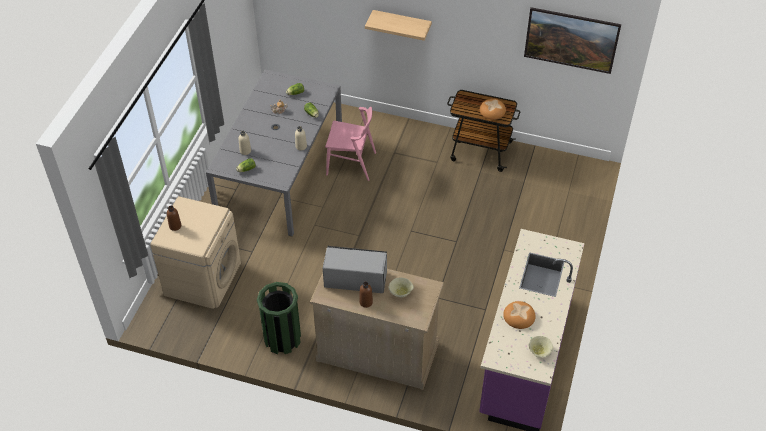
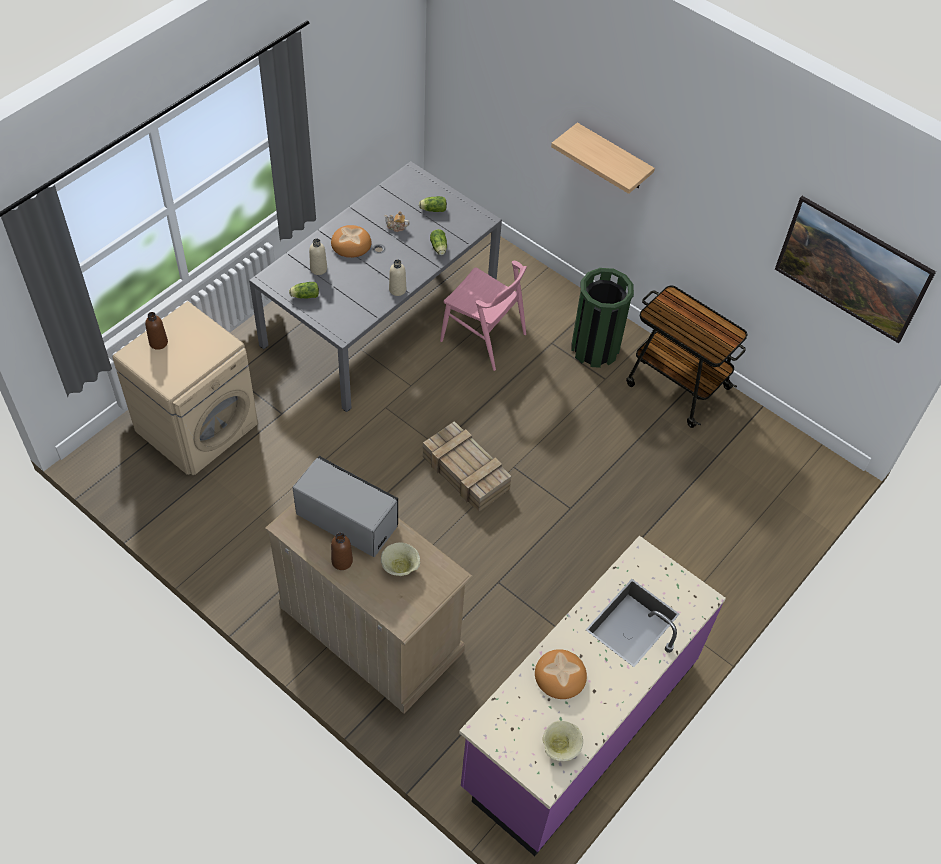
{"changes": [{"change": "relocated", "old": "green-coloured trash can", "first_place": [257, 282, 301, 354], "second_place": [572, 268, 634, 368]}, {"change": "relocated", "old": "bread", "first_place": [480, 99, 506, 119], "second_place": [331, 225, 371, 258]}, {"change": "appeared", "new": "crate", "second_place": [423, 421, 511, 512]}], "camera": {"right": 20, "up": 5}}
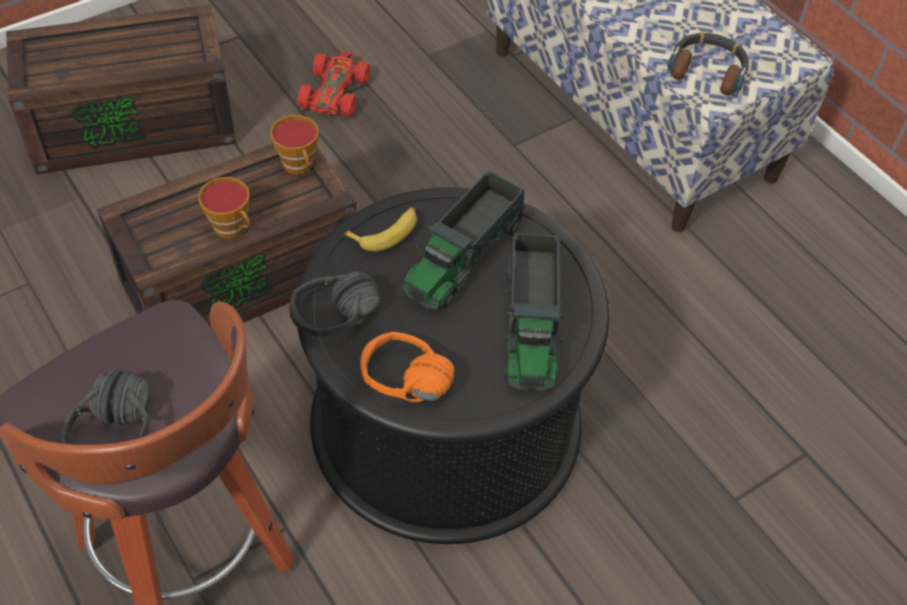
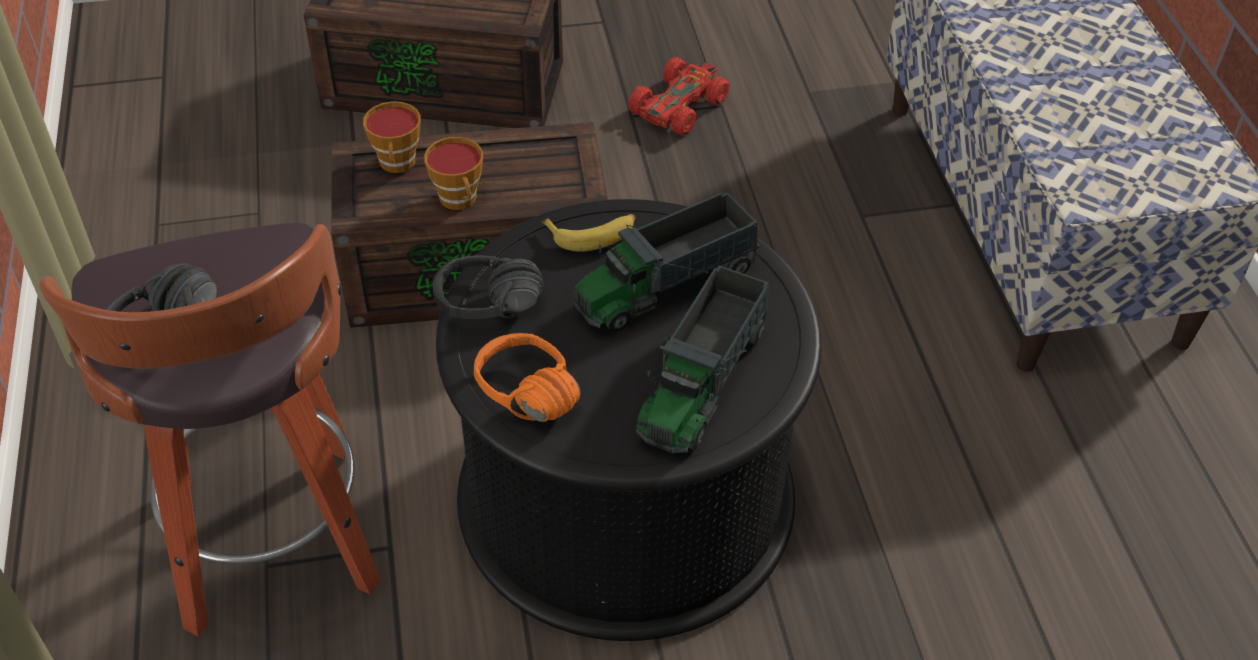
{"changes": [{"change": "relocated", "old": "small cup", "first_place": [270, 115, 319, 174], "second_place": [363, 101, 421, 173]}, {"change": "missing", "old": "headphones", "first_place": [667, 32, 749, 95]}], "camera": {"right": 25, "up": -5}}
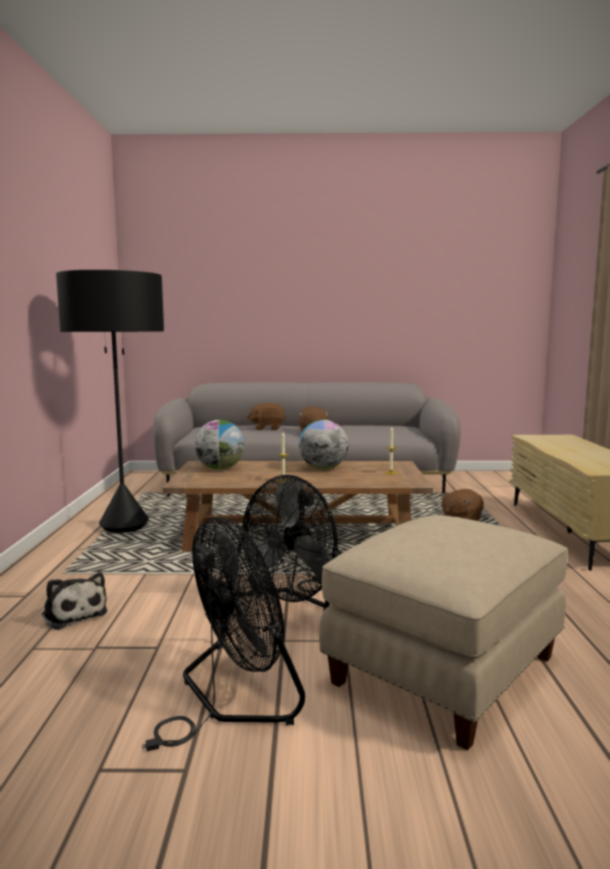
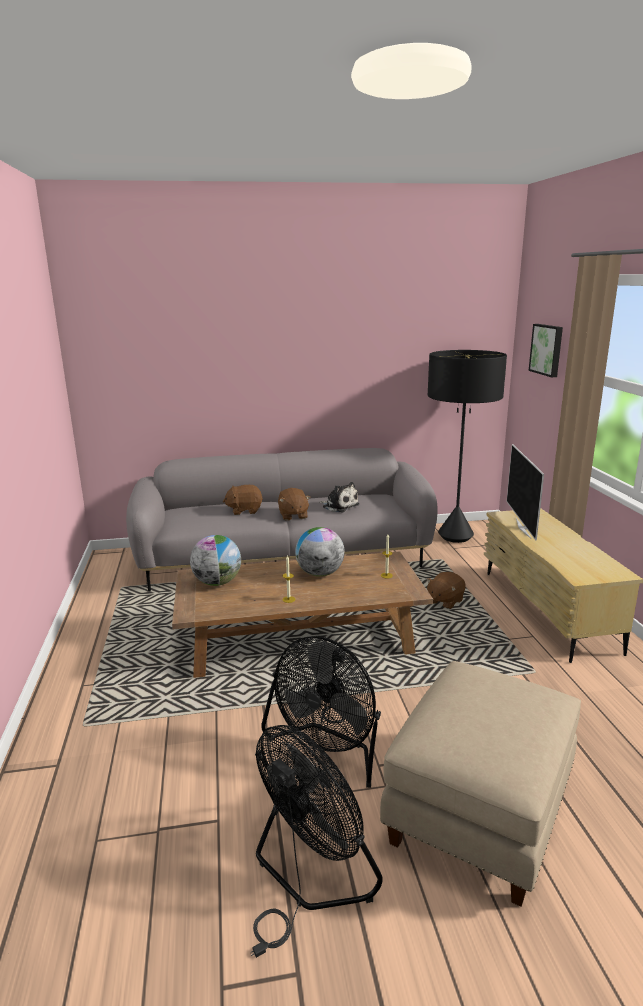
{"changes": [{"change": "relocated", "old": "soft toy", "first_place": [42, 572, 108, 630], "second_place": [319, 482, 359, 513]}, {"change": "relocated", "old": "blackish standing lamp", "first_place": [56, 270, 164, 533], "second_place": [428, 350, 507, 543]}, {"change": "appeared", "new": "television", "second_place": [507, 444, 544, 541]}, {"change": "appeared", "new": "wall art", "second_place": [529, 324, 563, 377]}], "camera": {"right": -10, "up": 10}}
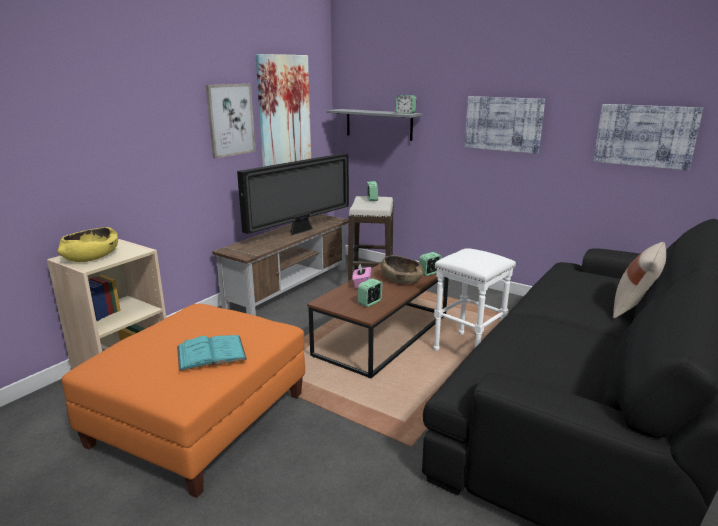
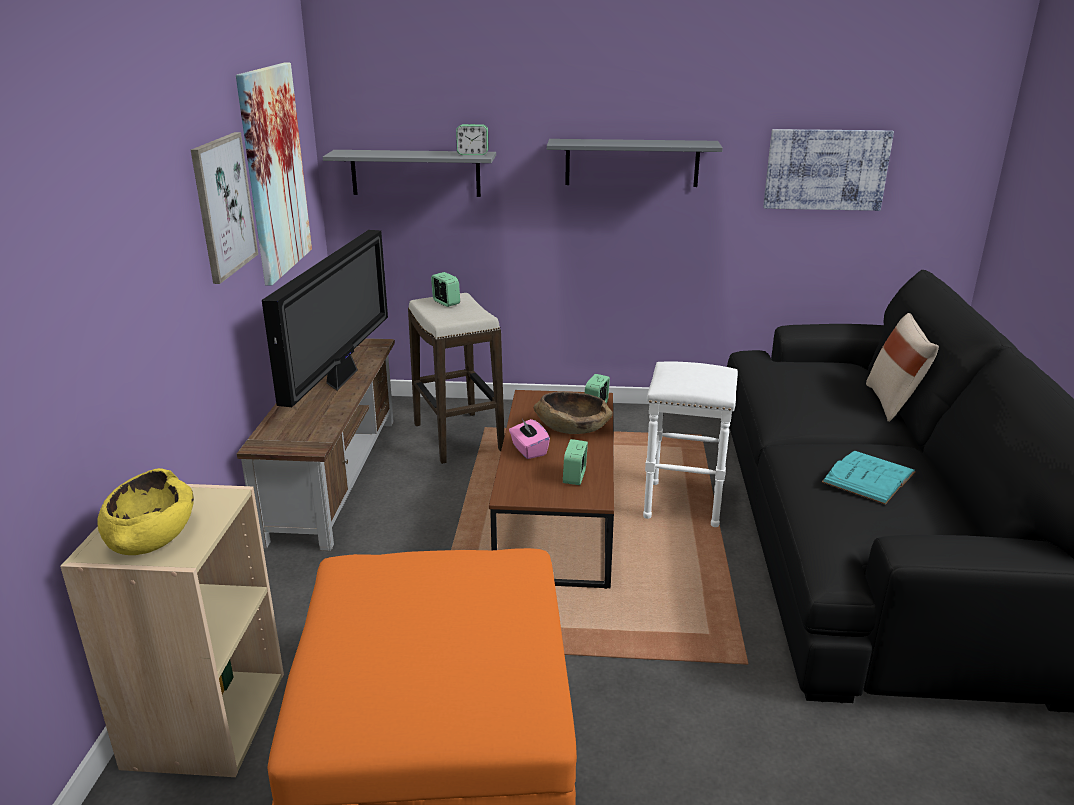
{"changes": [{"change": "relocated", "old": "turquoise-coloured bound book", "first_place": [177, 335, 247, 371], "second_place": [822, 451, 916, 505]}, {"change": "exchanged", "old": "wall art", "new": "gray bracket shelf", "first_place": [465, 96, 545, 154], "second_place": [547, 139, 723, 187]}], "camera": {"right": -30, "up": 5}}
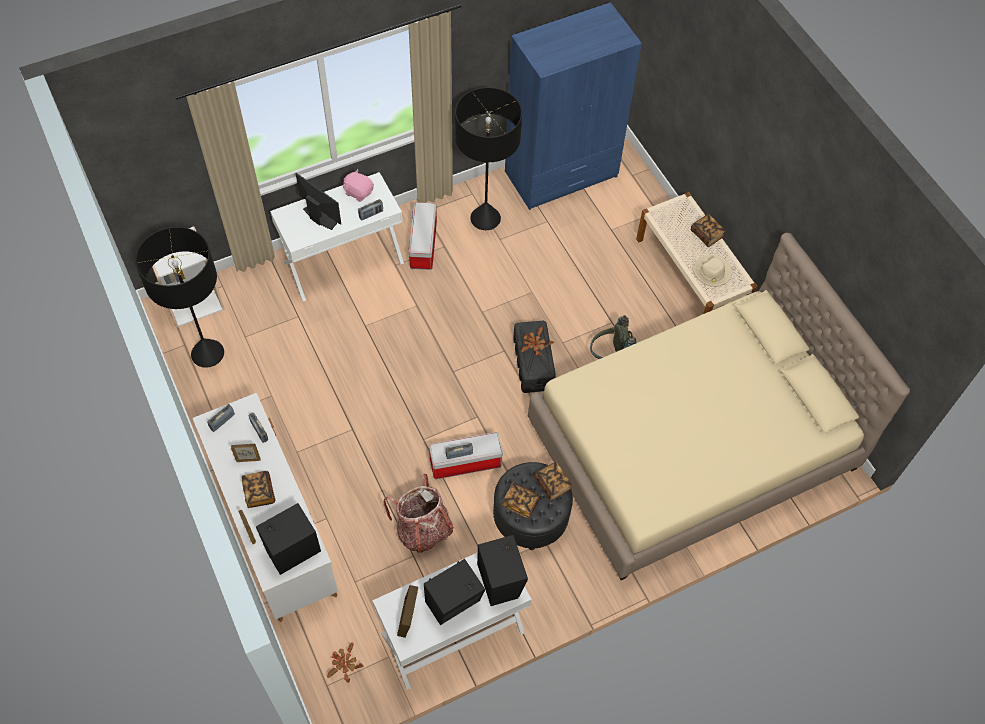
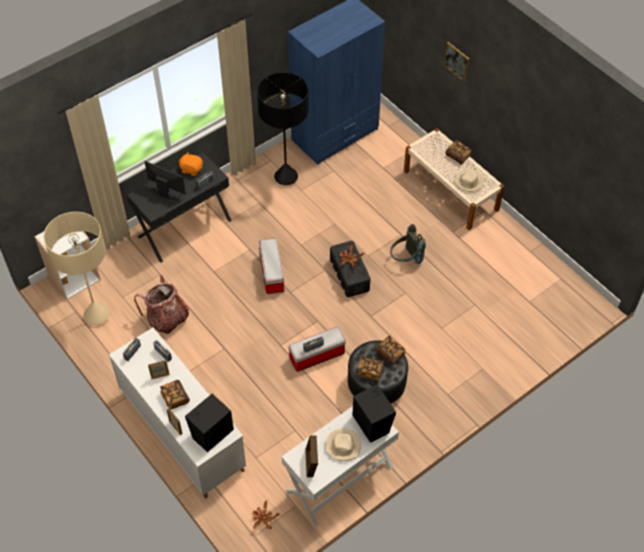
{"changes": [{"change": "colour", "old": "blackish standing lamp", "new": "beige-coloured standing lamp", "first_place": [135, 227, 224, 368], "second_place": [44, 212, 110, 325]}, {"change": "colour", "old": "white-coloured desk", "new": "blackish desk", "first_place": [270, 172, 404, 301], "second_place": [127, 152, 232, 263]}, {"change": "colour", "old": "pink soft toy", "new": "orange soft toy", "first_place": [343, 169, 374, 202], "second_place": [178, 152, 203, 176]}, {"change": "relocated", "old": "knapsack", "first_place": [383, 474, 453, 553], "second_place": [134, 275, 189, 334]}, {"change": "relocated", "old": "storage box", "first_place": [409, 202, 437, 270], "second_place": [259, 238, 284, 294]}, {"change": "exchanged", "old": "blackish loudspeaker", "new": "beige-coloured wearable hat", "first_place": [424, 559, 485, 625], "second_place": [325, 428, 361, 461]}, {"change": "missing", "old": "beige-coloured sleeping bed", "first_place": [528, 233, 910, 580]}, {"change": "appeared", "new": "wall art", "second_place": [444, 42, 469, 82]}], "camera": {"right": -10, "up": -5}}
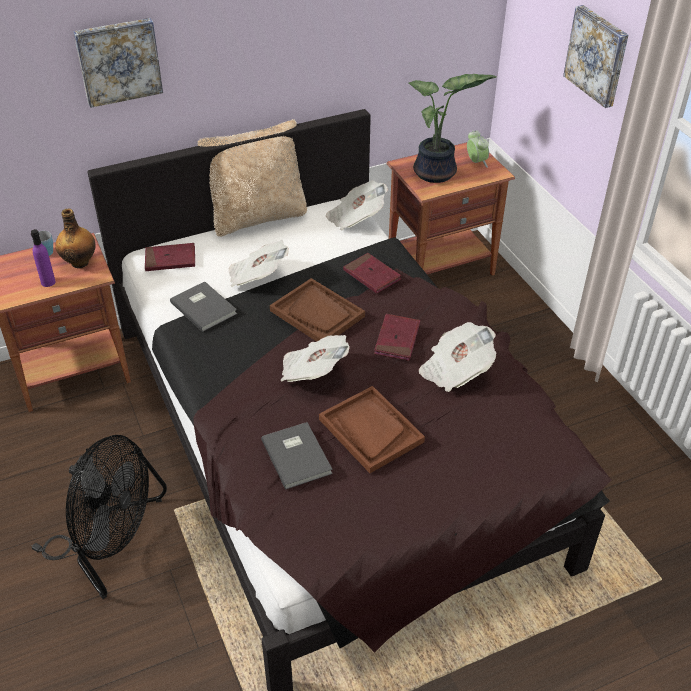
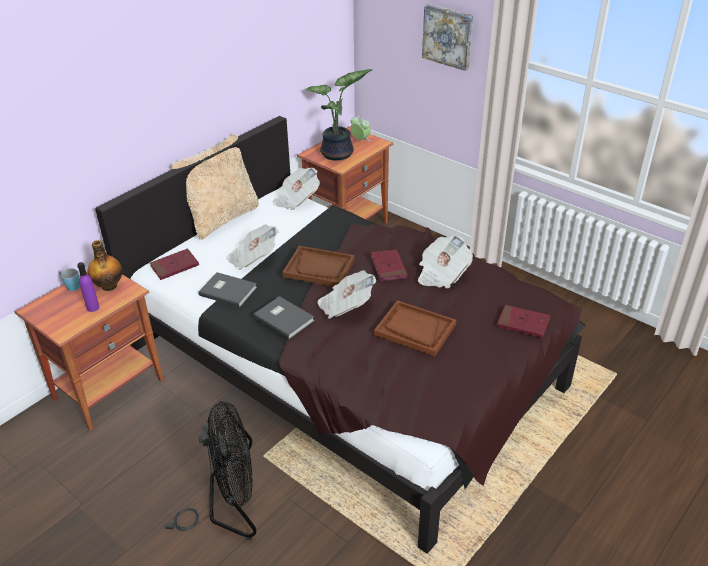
{"changes": [{"change": "missing", "old": "wall art", "first_place": [73, 18, 163, 108]}, {"change": "relocated", "old": "gray bound book", "first_place": [261, 422, 333, 490], "second_place": [253, 296, 315, 339]}, {"change": "relocated", "old": "reddish bound book", "first_place": [343, 253, 401, 294], "second_place": [497, 305, 550, 338]}], "camera": {"right": -25, "up": -5}}
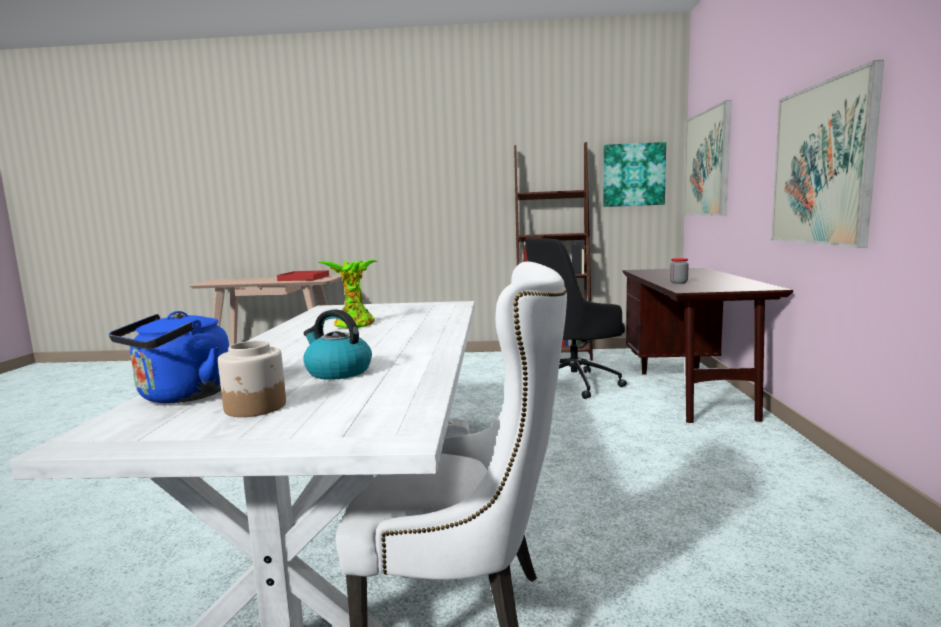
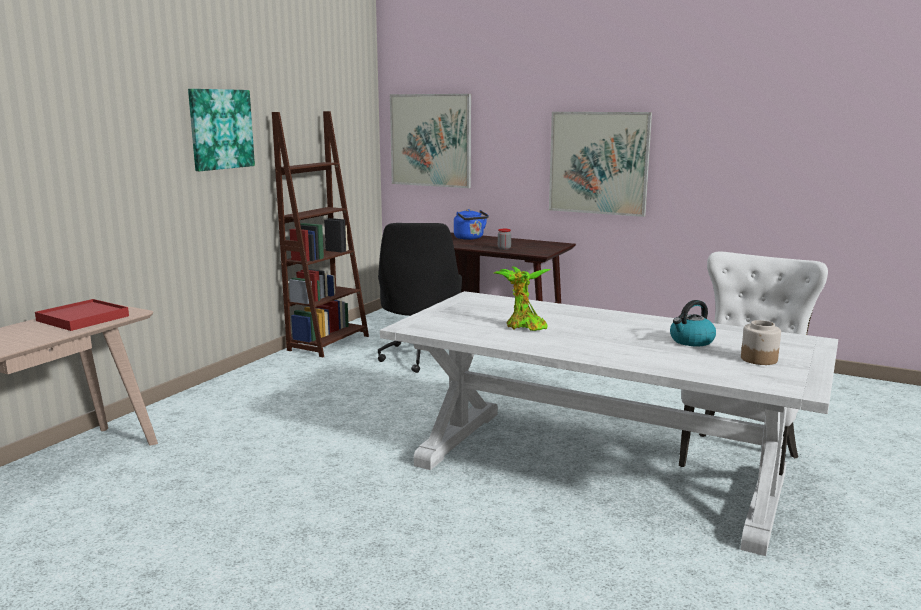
{"changes": [{"change": "relocated", "old": "blue-coloured tea kettle", "first_place": [109, 311, 229, 403], "second_place": [454, 209, 489, 240]}, {"change": "relocated", "old": "wall art", "first_place": [603, 142, 666, 207], "second_place": [188, 89, 255, 171]}], "camera": {"right": -65, "up": 5}}
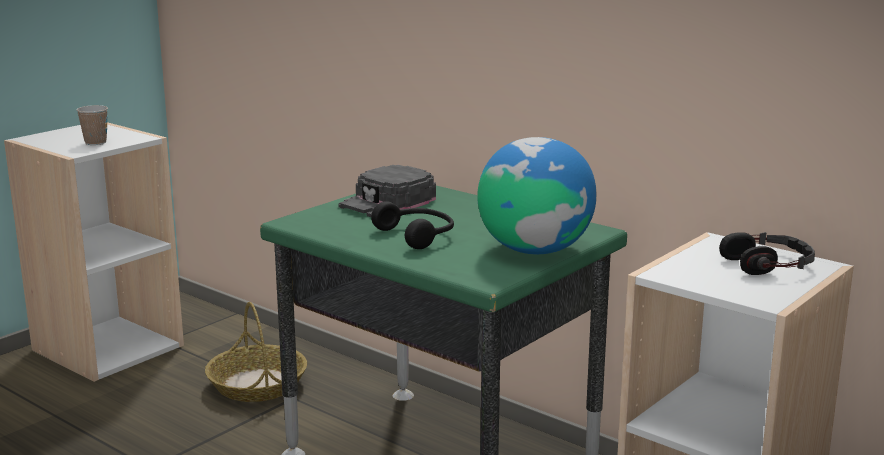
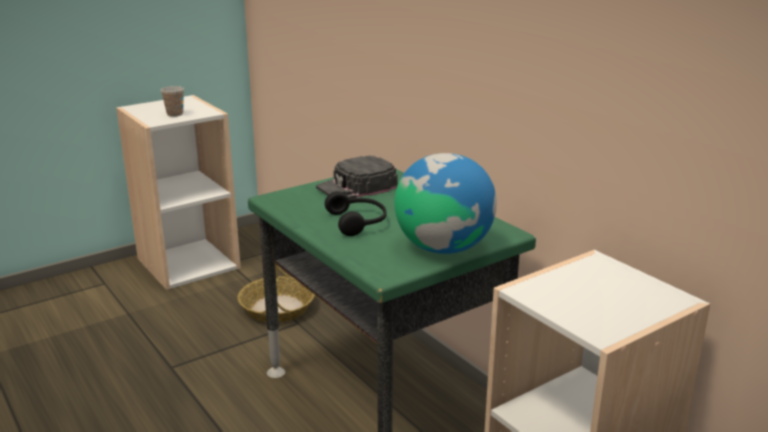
{"changes": [{"change": "missing", "old": "headphones", "first_place": [719, 232, 815, 275]}], "camera": {"right": 15, "up": 5}}
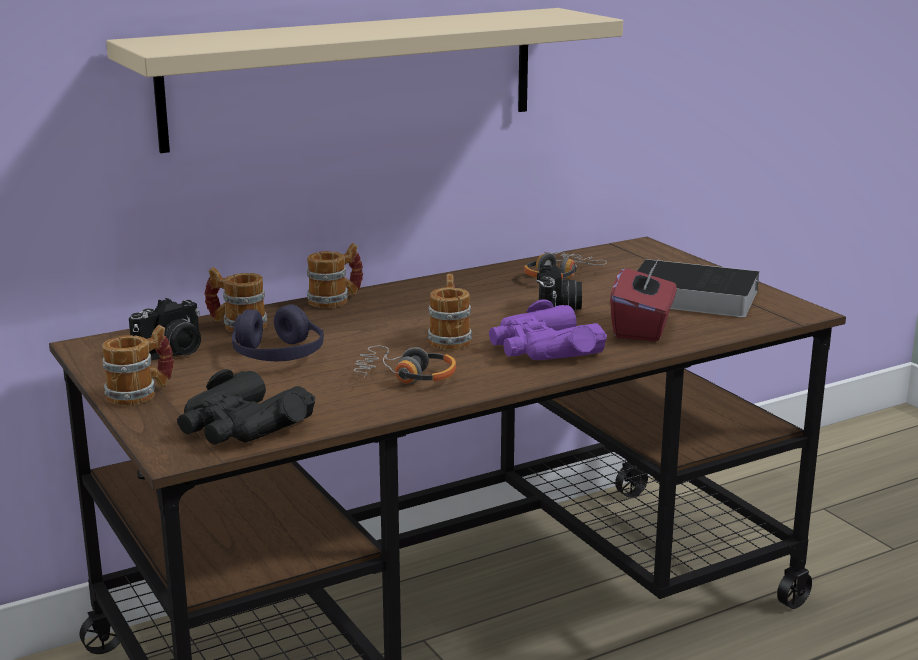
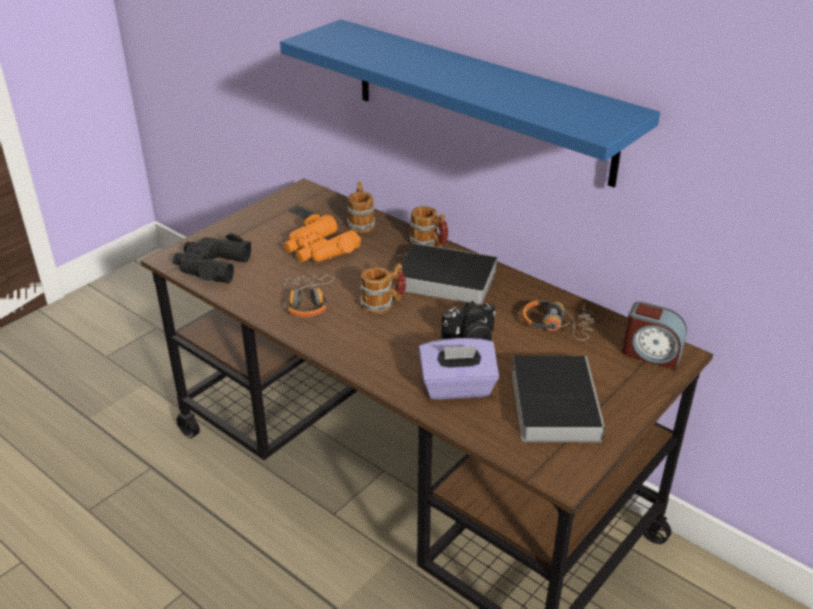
{"changes": [{"change": "missing", "old": "tea mug", "first_place": [102, 325, 174, 406]}, {"change": "colour", "old": "beige-coloured bracket shelf", "new": "blue-coloured bracket shelf", "first_place": [106, 8, 623, 153], "second_place": [280, 19, 660, 187]}, {"change": "missing", "old": "still camera", "first_place": [129, 298, 201, 355]}, {"change": "exchanged", "old": "purple-coloured headphones", "new": "orange binoculars", "first_place": [232, 304, 324, 361], "second_place": [283, 214, 361, 262]}, {"change": "missing", "old": "purple-coloured binoculars", "first_place": [489, 299, 607, 360]}, {"change": "colour", "old": "reddish box of tissues", "new": "purple-coloured box of tissues", "first_place": [610, 259, 677, 341], "second_place": [419, 338, 499, 399]}, {"change": "appeared", "new": "bound book", "second_place": [395, 243, 497, 305]}, {"change": "appeared", "new": "bedside clock", "second_place": [622, 302, 687, 370]}], "camera": {"right": 70, "up": 15}}
